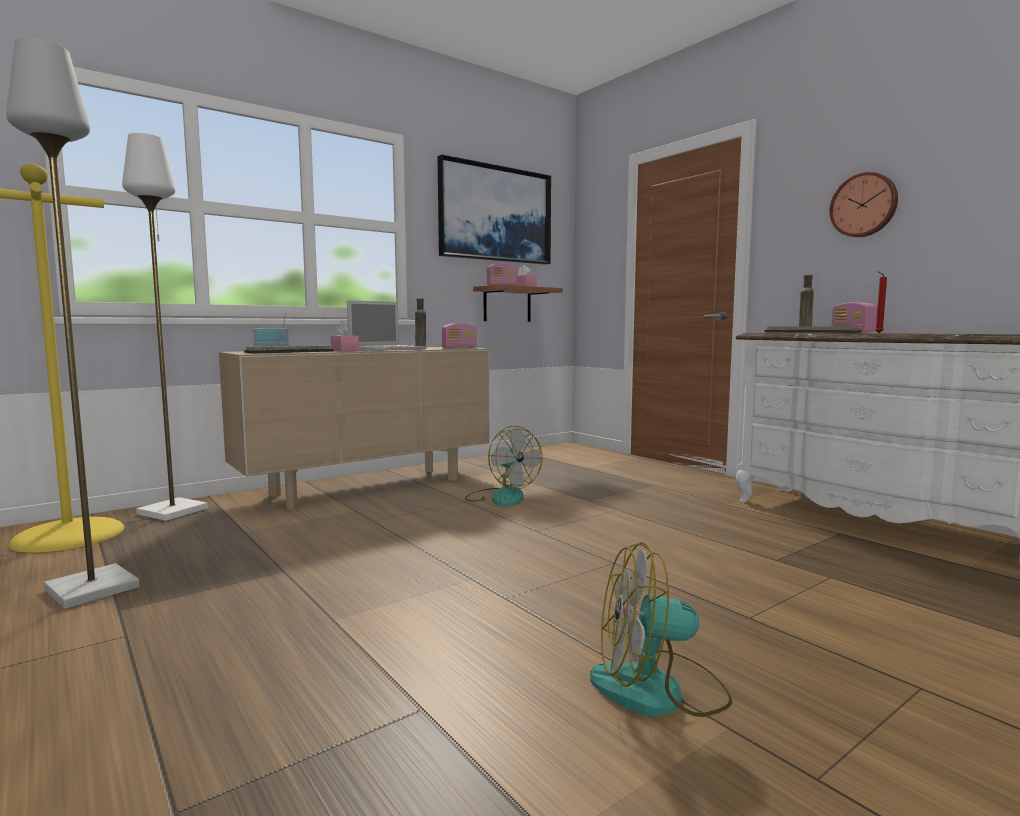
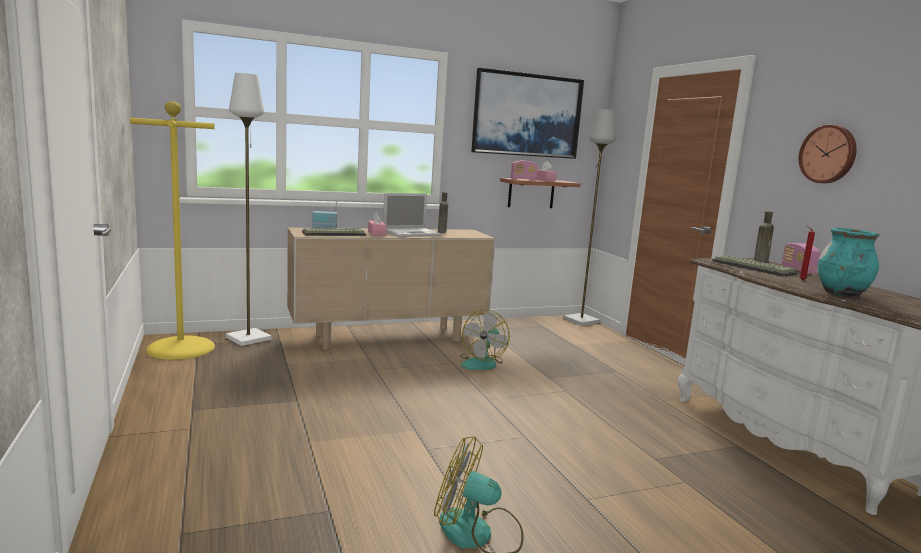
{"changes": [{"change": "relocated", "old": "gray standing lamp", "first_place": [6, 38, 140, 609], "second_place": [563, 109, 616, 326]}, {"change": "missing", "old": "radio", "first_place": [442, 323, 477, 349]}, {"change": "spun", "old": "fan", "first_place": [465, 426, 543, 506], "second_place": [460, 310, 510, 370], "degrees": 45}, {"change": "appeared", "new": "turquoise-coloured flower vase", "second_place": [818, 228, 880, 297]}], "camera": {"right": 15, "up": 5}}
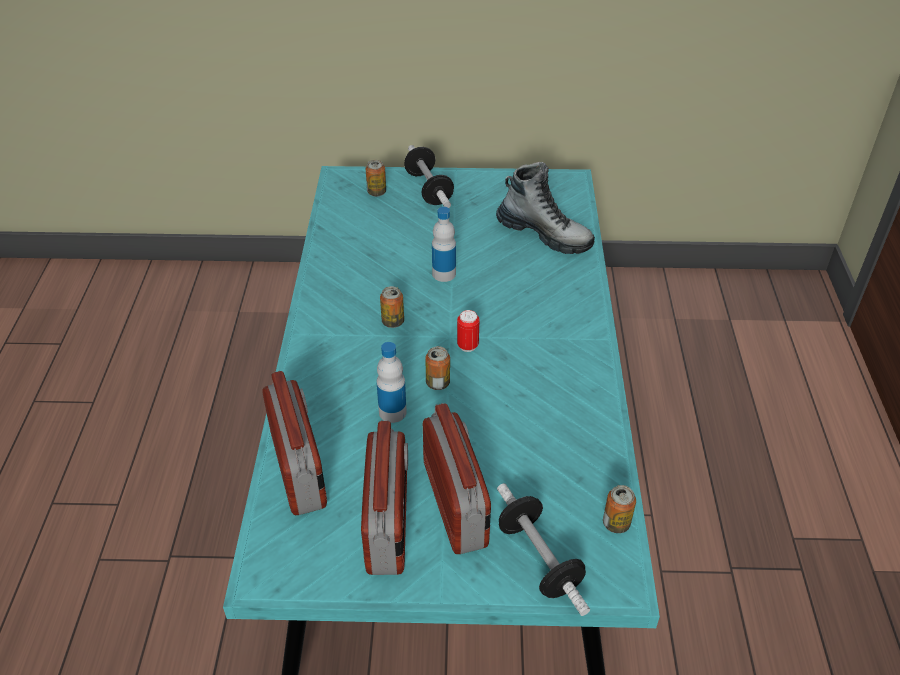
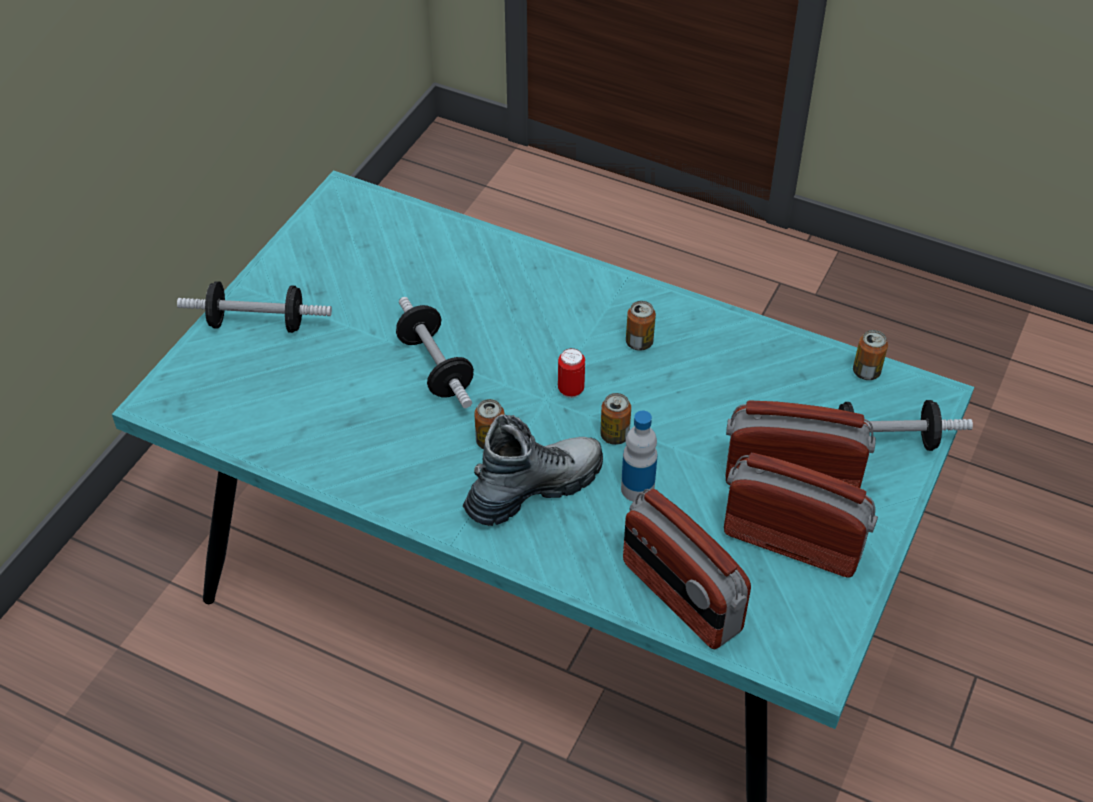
{"changes": [{"change": "spun", "old": "radio", "first_place": [262, 371, 327, 515], "second_place": [623, 489, 751, 649], "degrees": -135}, {"change": "relocated", "old": "can", "first_place": [366, 160, 386, 197], "second_place": [626, 301, 656, 351]}, {"change": "exchanged", "old": "beverage bottle", "new": "free weight", "first_place": [432, 207, 456, 282], "second_place": [396, 297, 474, 408]}, {"change": "relocated", "old": "tall boot", "first_place": [496, 162, 595, 254], "second_place": [463, 414, 603, 526]}], "camera": {"right": -65, "up": 5}}
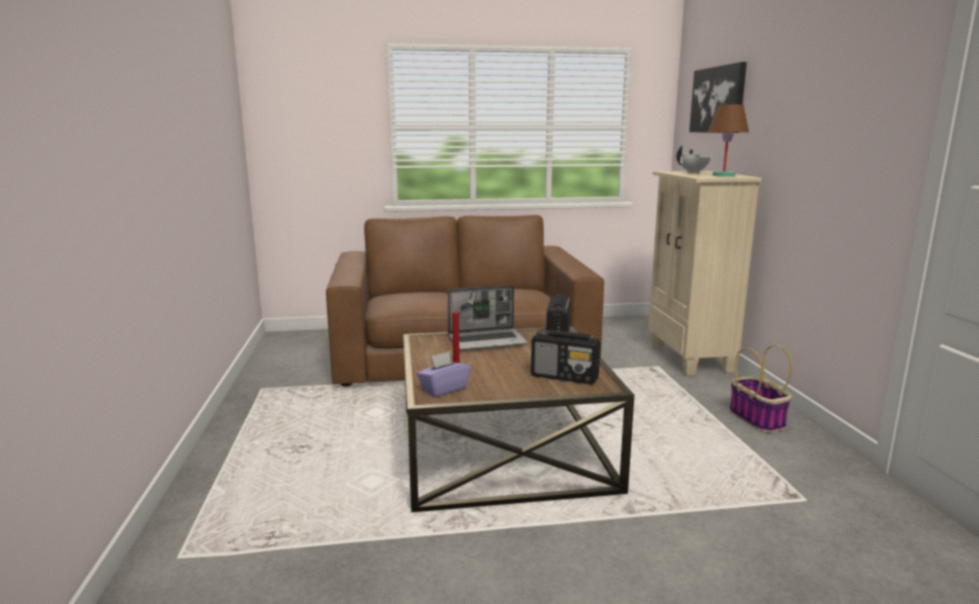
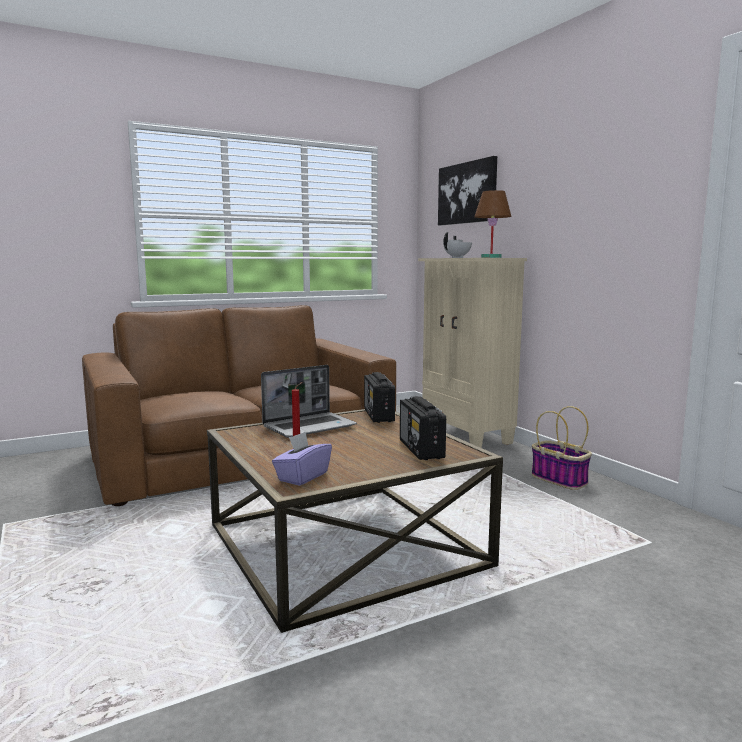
{"changes": [{"change": "spun", "old": "radio", "first_place": [531, 330, 600, 384], "second_place": [400, 396, 446, 460], "degrees": 75}], "camera": {"right": -20, "up": -5}}
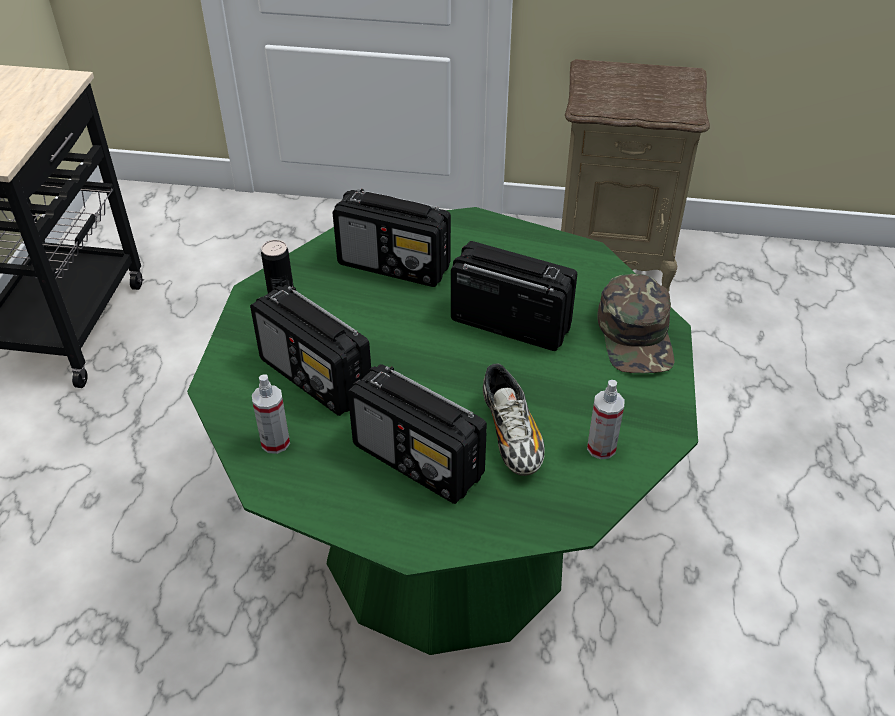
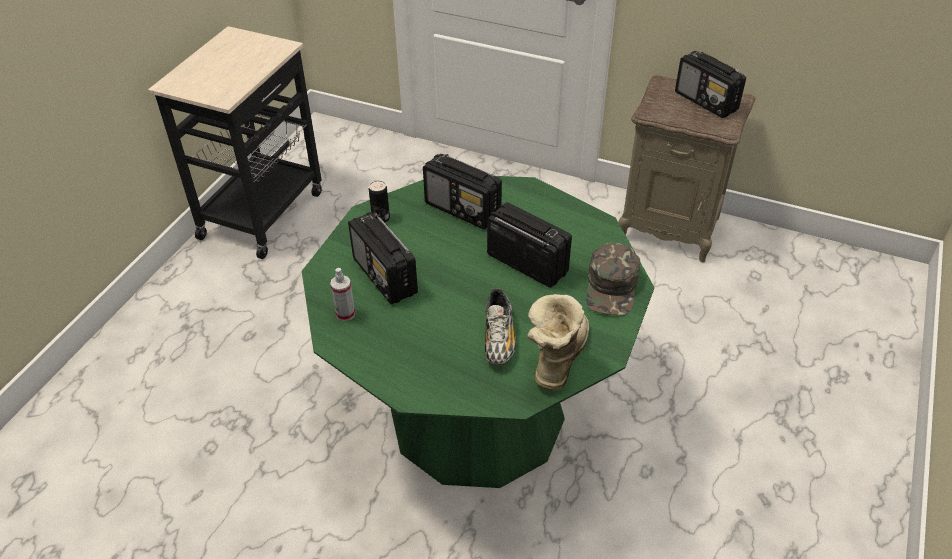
{"changes": [{"change": "relocated", "old": "radio", "first_place": [348, 364, 487, 504], "second_place": [675, 51, 746, 118]}, {"change": "exchanged", "old": "spray bottle", "new": "tall boot", "first_place": [587, 380, 625, 459], "second_place": [527, 294, 589, 390]}], "camera": {"right": 15, "up": 0}}
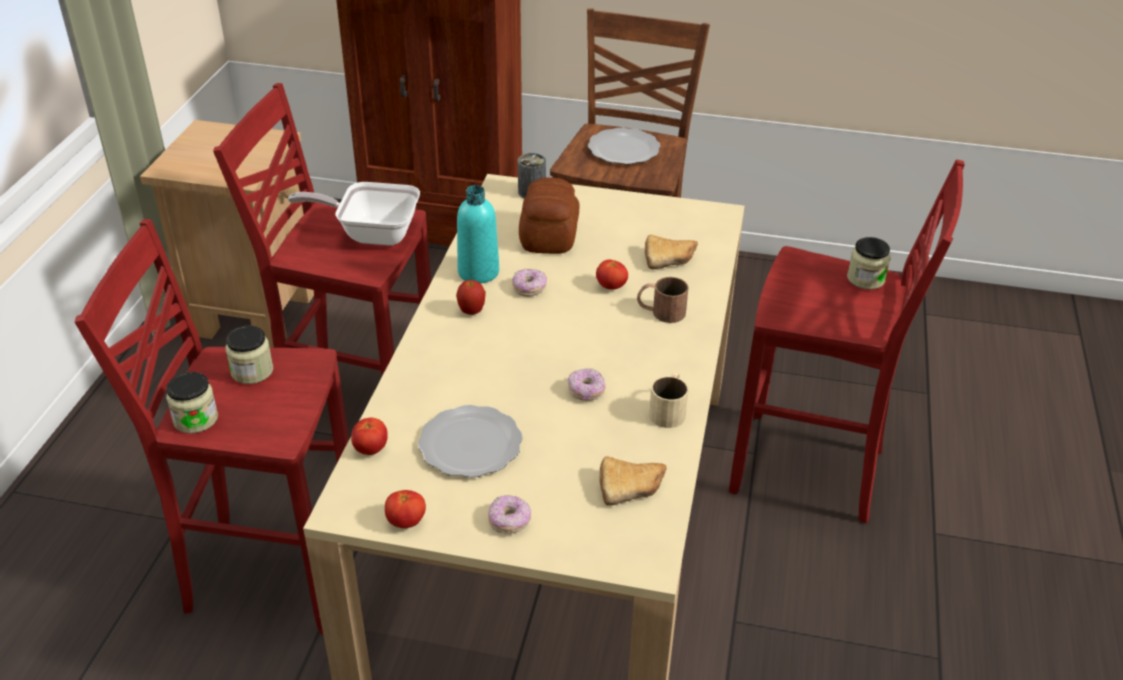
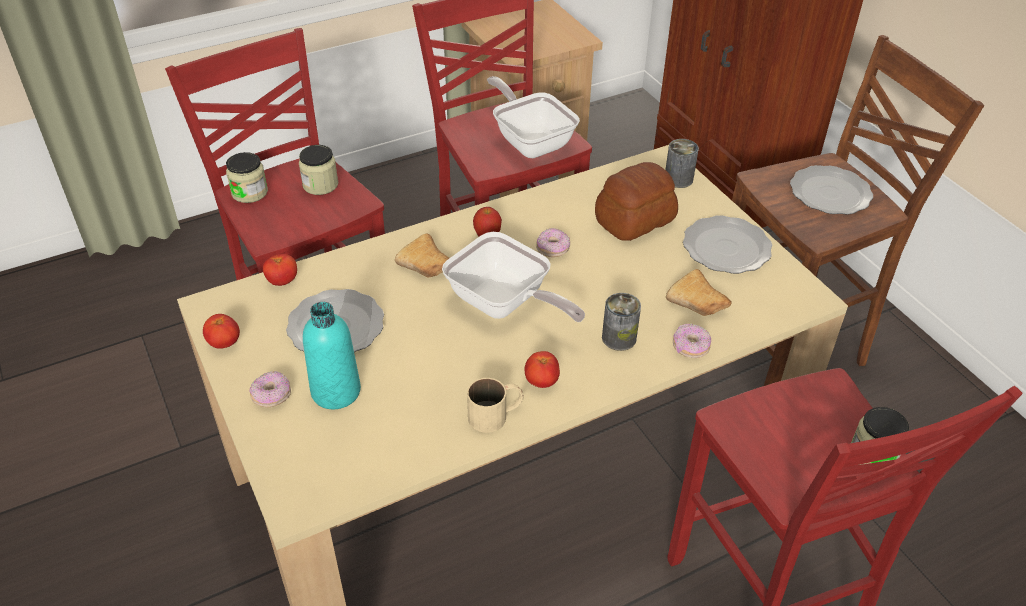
{"changes": [{"change": "relocated", "old": "turquoise-coloured beverage bottle", "first_place": [457, 185, 499, 283], "second_place": [303, 302, 361, 409]}, {"change": "relocated", "old": "ring doughnut", "first_place": [568, 368, 606, 401], "second_place": [673, 323, 711, 358]}, {"change": "relocated", "old": "fresh tomato", "first_place": [596, 259, 628, 290], "second_place": [525, 351, 560, 388]}, {"change": "relocated", "old": "bread", "first_place": [599, 457, 666, 506], "second_place": [395, 234, 449, 278]}, {"change": "exchanged", "old": "brownish tea mug", "new": "can", "first_place": [637, 277, 688, 323], "second_place": [602, 293, 641, 351]}, {"change": "appeared", "new": "frying pan", "second_place": [442, 232, 585, 322]}, {"change": "appeared", "new": "plate", "second_place": [683, 216, 772, 274]}], "camera": {"right": 50, "up": 5}}
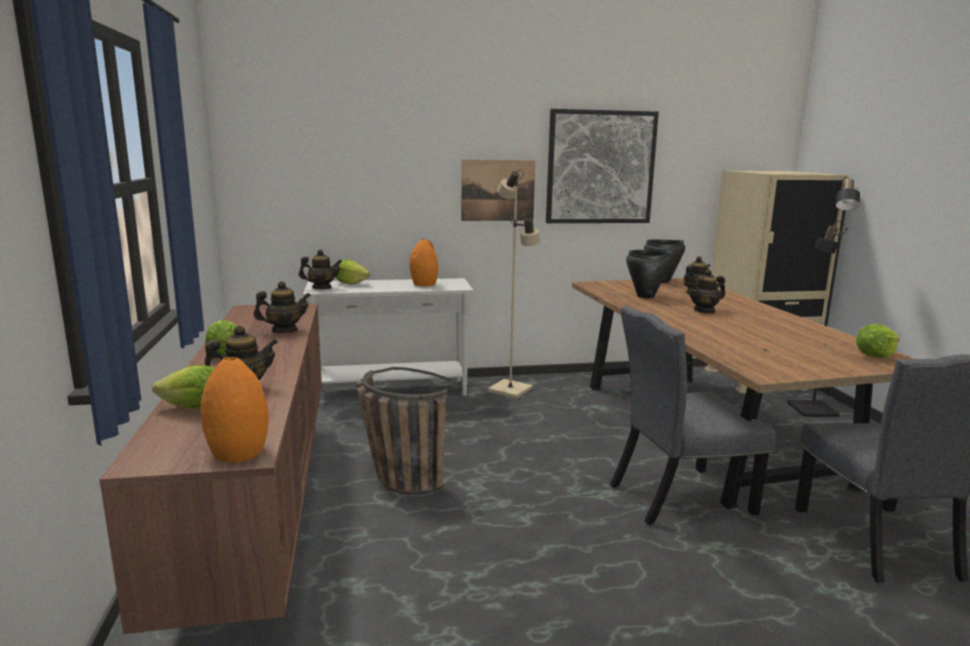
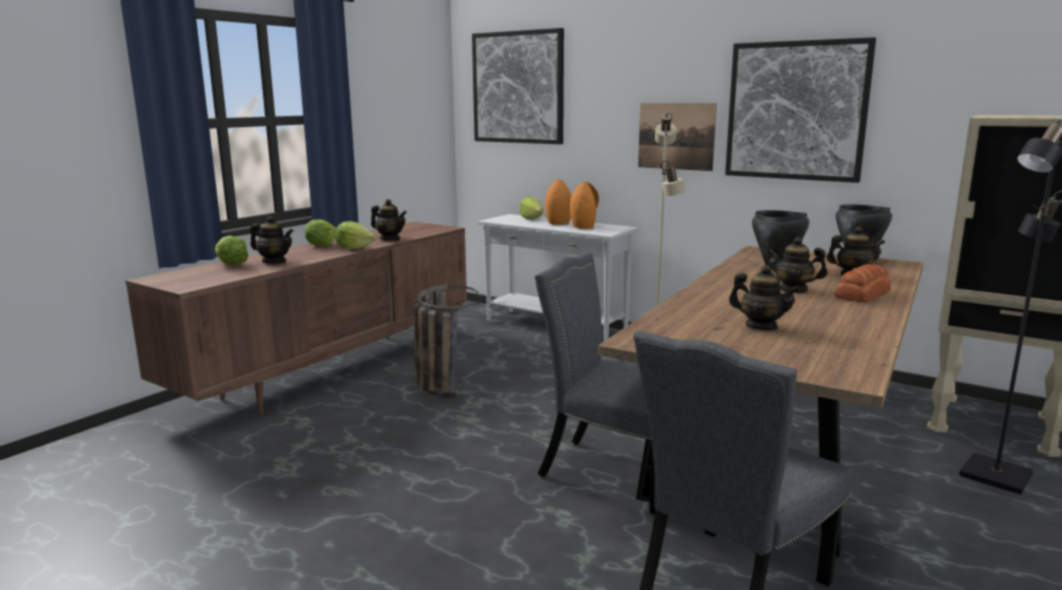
{"changes": [{"change": "relocated", "old": "orange flower vase", "first_place": [201, 357, 269, 463], "second_place": [545, 180, 571, 225]}, {"change": "relocated", "old": "teapot", "first_place": [299, 249, 342, 289], "second_place": [729, 265, 800, 330]}, {"change": "relocated", "old": "lettuce head", "first_place": [856, 324, 900, 358], "second_place": [335, 221, 376, 250]}, {"change": "appeared", "new": "wall art", "second_place": [472, 28, 564, 144]}, {"change": "appeared", "new": "bread", "second_place": [835, 264, 891, 302]}], "camera": {"right": 45, "up": 0}}
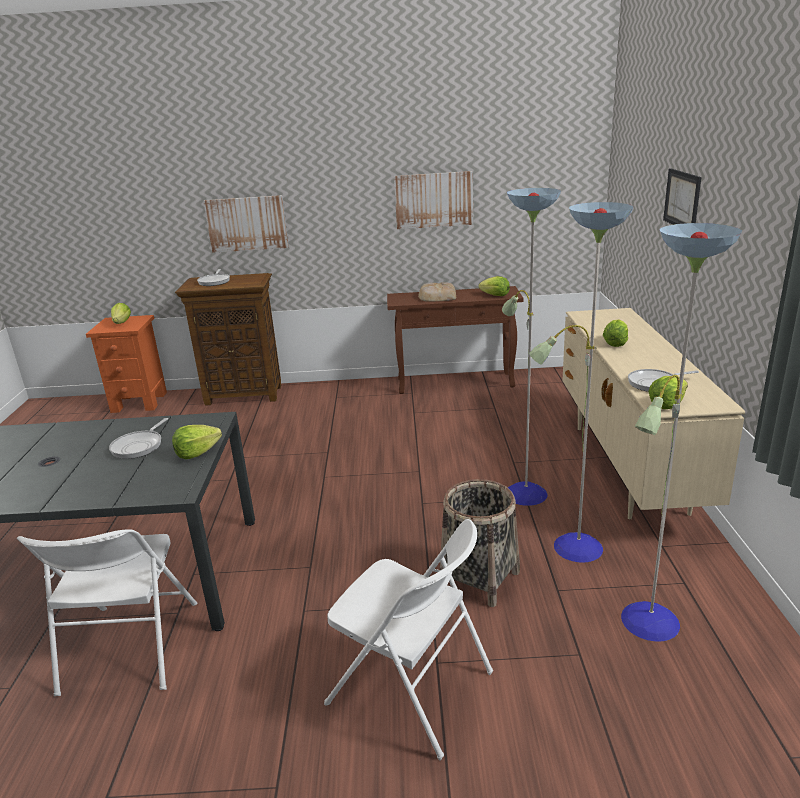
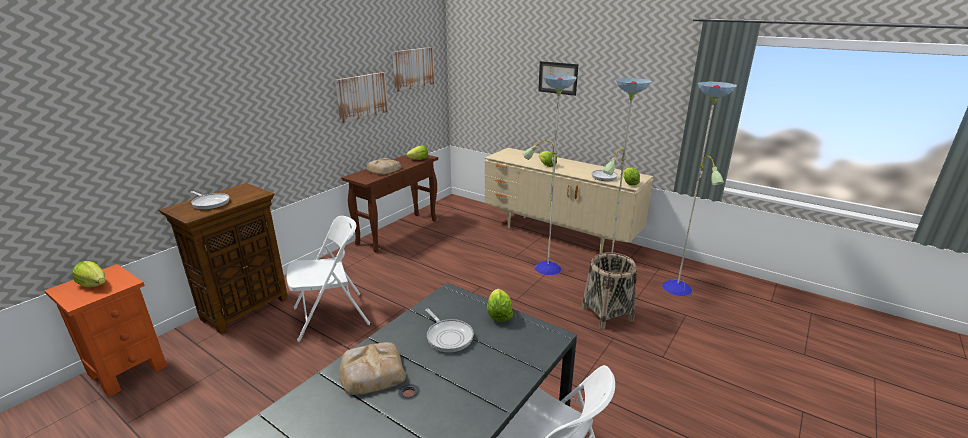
{"changes": [{"change": "relocated", "old": "wall art", "first_place": [203, 195, 288, 253], "second_place": [392, 47, 435, 92]}, {"change": "relocated", "old": "white-coloured plain chair", "first_place": [324, 519, 493, 761], "second_place": [287, 216, 370, 342]}, {"change": "appeared", "new": "bread", "second_place": [339, 342, 406, 395]}], "camera": {"right": -55, "up": 0}}
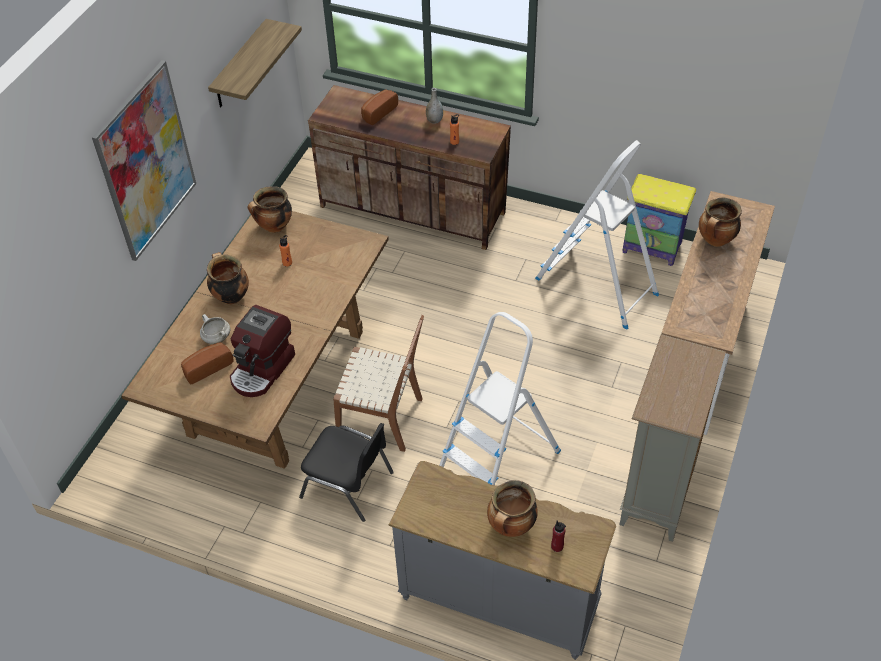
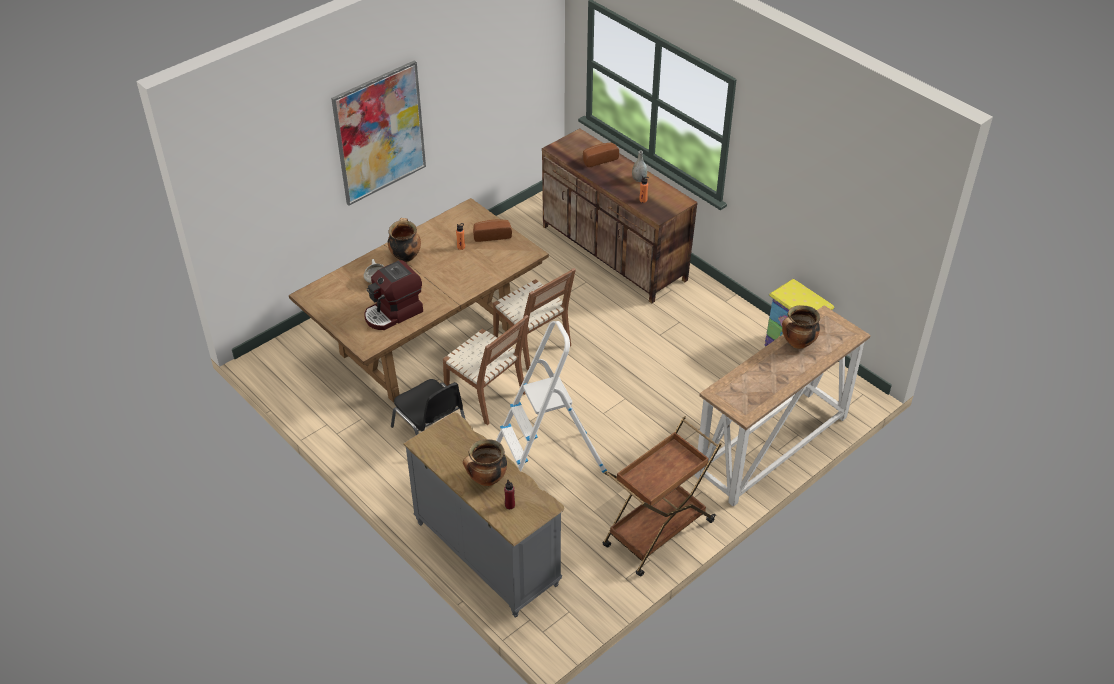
{"changes": [{"change": "relocated", "old": "bread", "first_place": [181, 342, 234, 384], "second_place": [473, 220, 512, 242]}, {"change": "missing", "old": "bracket shelf", "first_place": [208, 19, 302, 107]}, {"change": "missing", "old": "cooking pot", "first_place": [248, 186, 292, 233]}, {"change": "missing", "old": "white-coloured step ladder", "first_place": [535, 140, 659, 329]}, {"change": "exchanged", "old": "gray dresser", "new": "brownish cart", "first_place": [619, 334, 726, 542], "second_place": [603, 416, 722, 577]}, {"change": "appeared", "new": "plain chair", "second_place": [493, 268, 576, 370]}], "camera": {"right": 25, "up": -5}}
